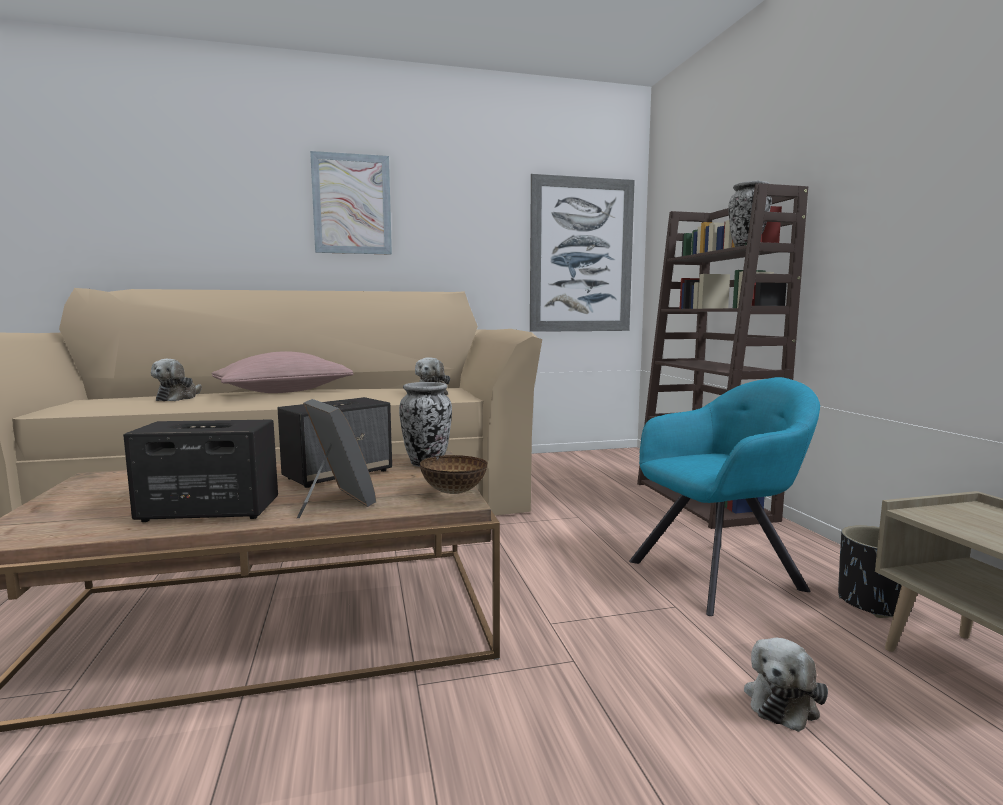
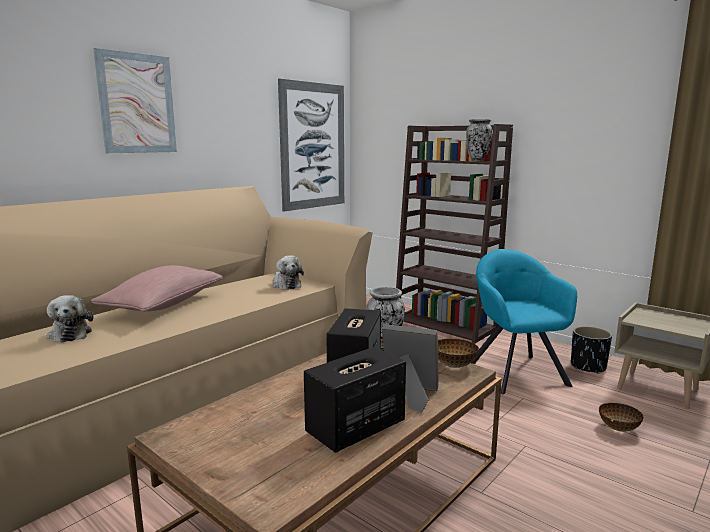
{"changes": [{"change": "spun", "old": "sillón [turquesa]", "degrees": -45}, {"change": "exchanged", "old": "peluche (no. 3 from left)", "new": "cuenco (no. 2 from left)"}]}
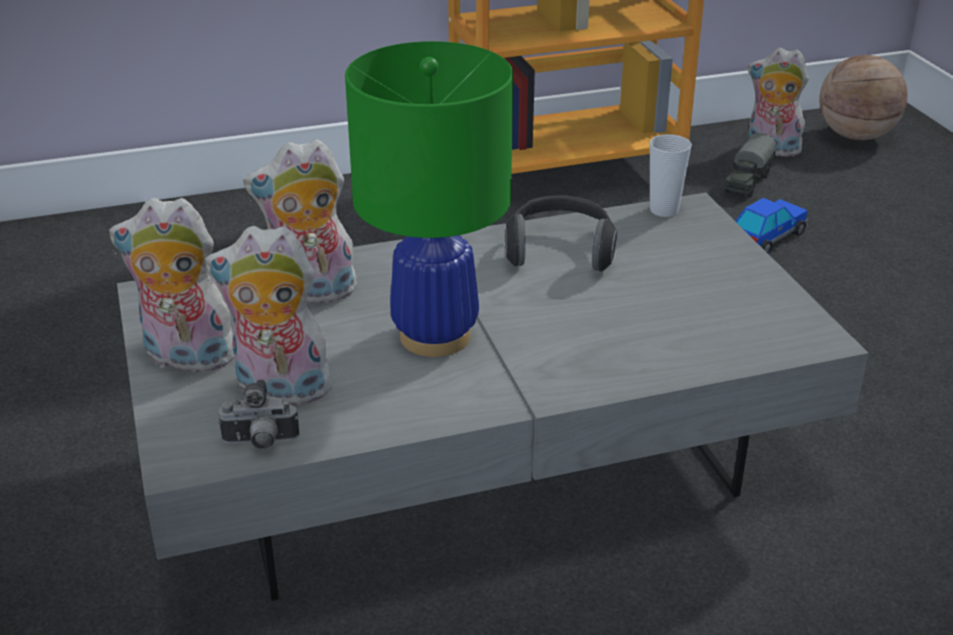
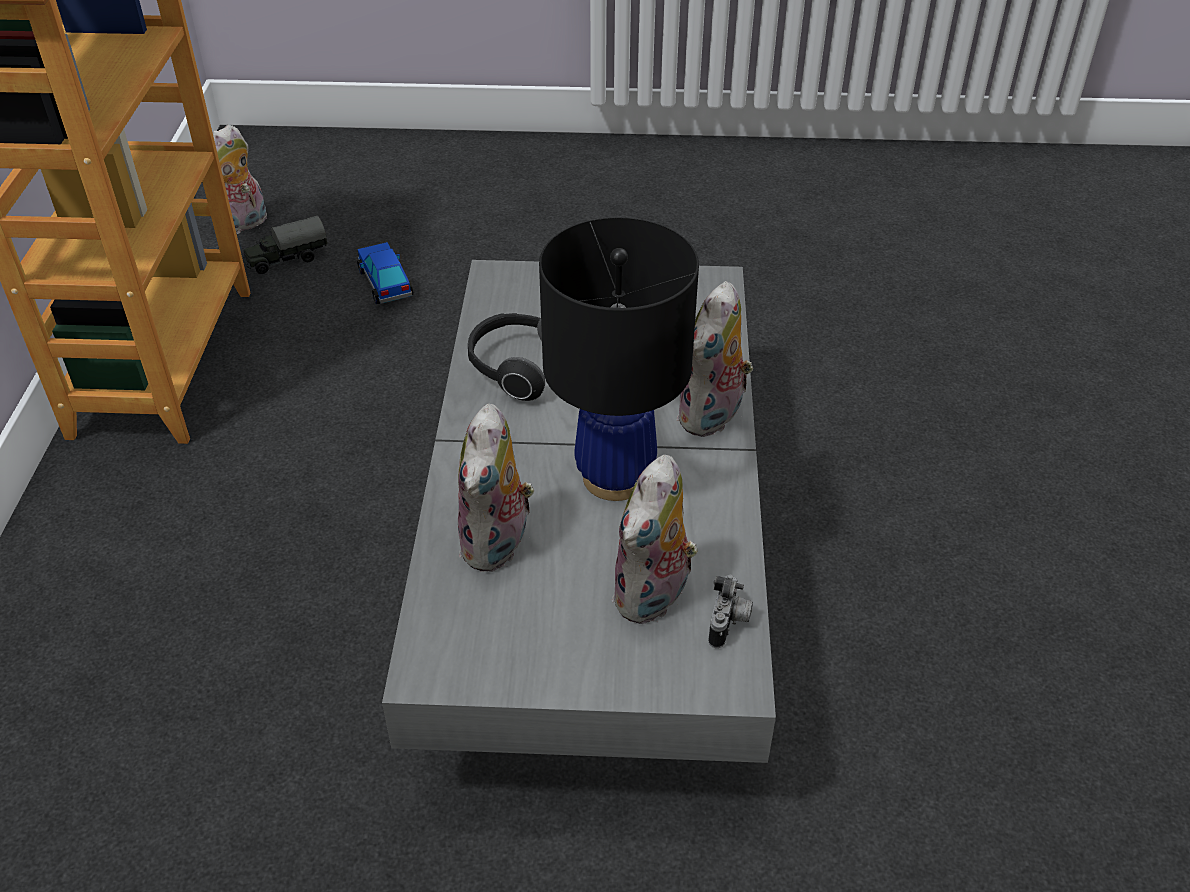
{"changes": [{"change": "spun", "old": "camión de juguete", "degrees": 105}, {"change": "colour", "old": "lámpara de mesa [verde]", "new": "lámpara de mesa [negro]"}, {"change": "relocated", "old": "peluche (no. 1 from left in the first image)", "new": "peluche (no. 4 from left)"}, {"change": "missing", "old": "taza"}, {"change": "missing", "old": "balón de baloncesto"}]}
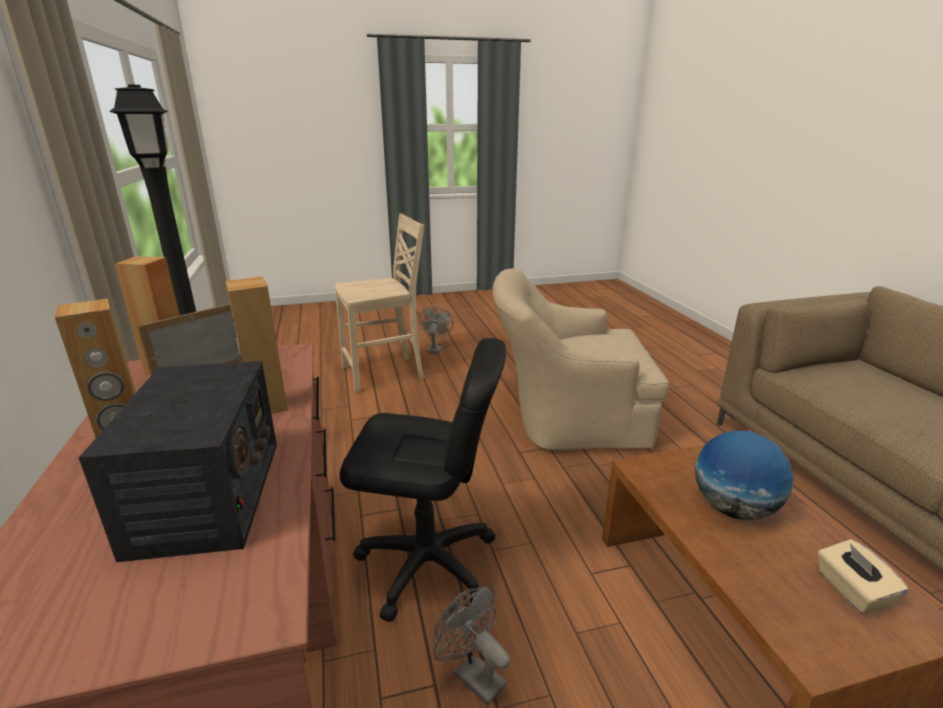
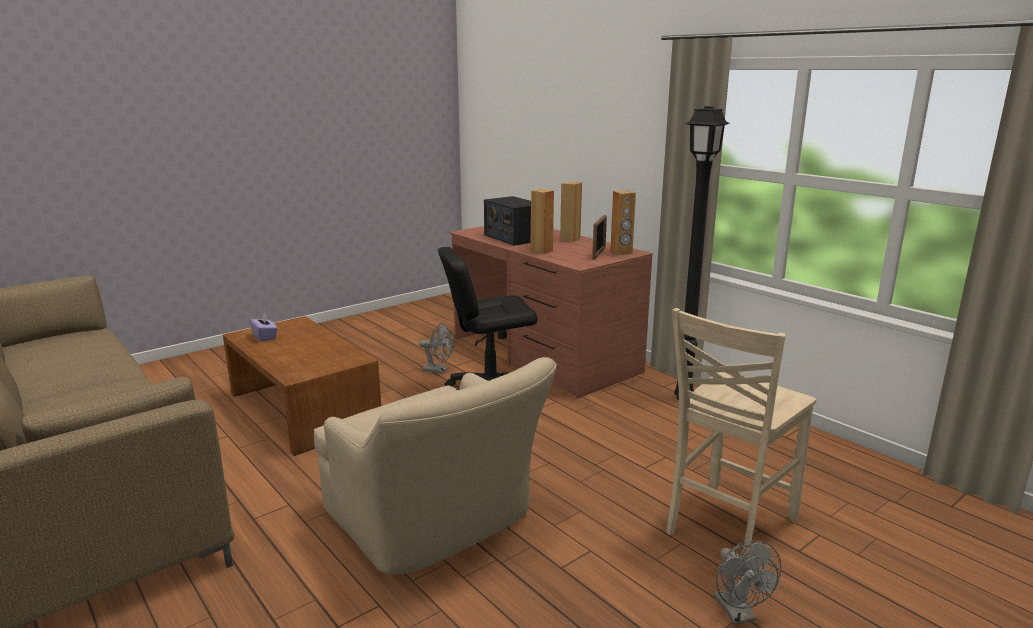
{"changes": [{"change": "colour", "old": "caja de pañuelos [beis]", "new": "caja de pañuelos [morado]"}, {"change": "spun", "old": "sillón [beis]", "degrees": 75}, {"change": "missing", "old": "globo terráqueo"}]}
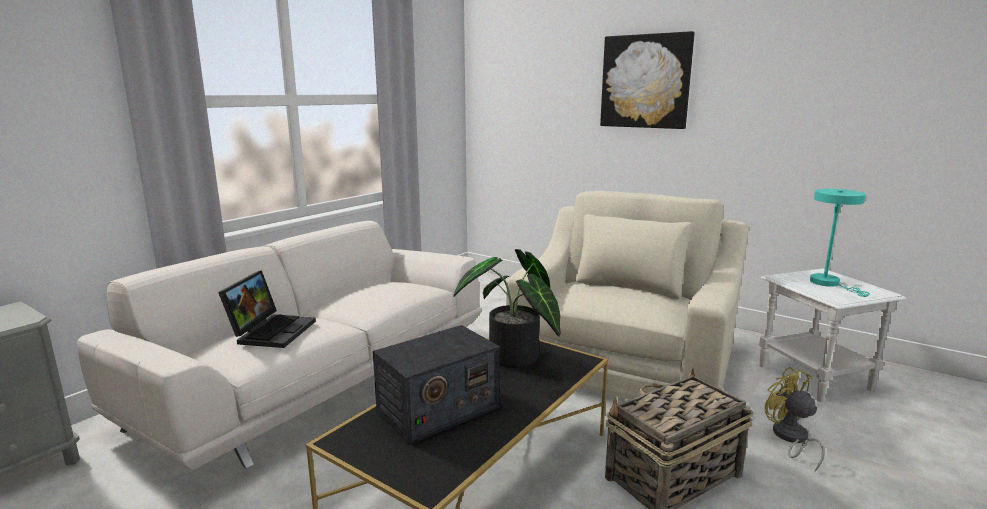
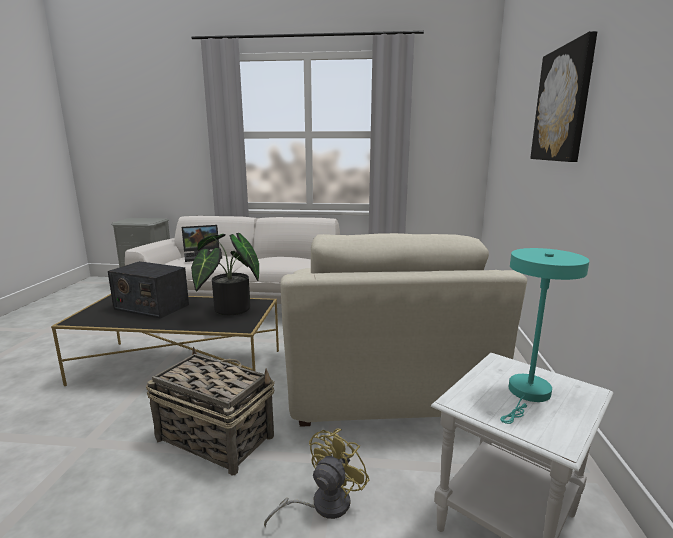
{"changes": [{"change": "spun", "old": "sillón [beis]", "degrees": 90}]}
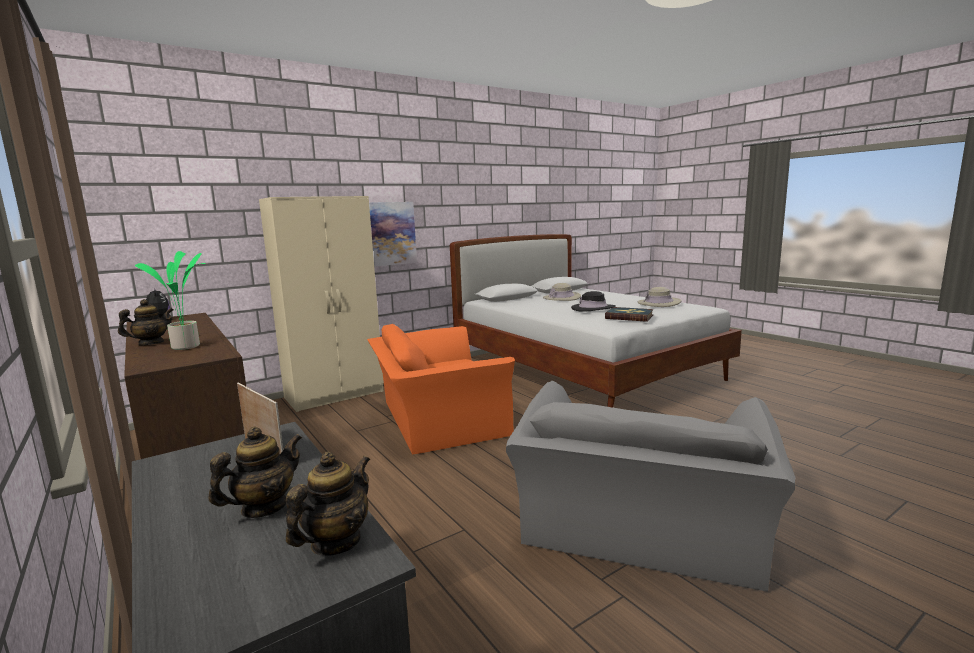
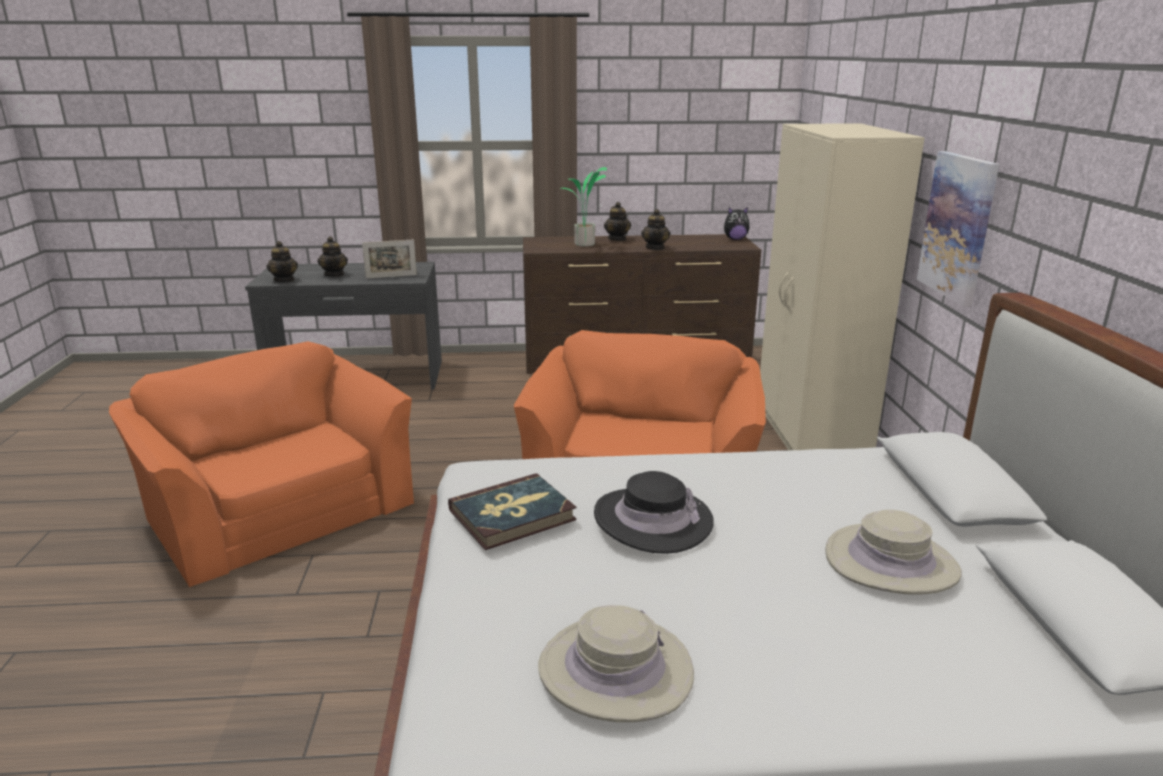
{"changes": [{"change": "colour", "old": "sillón [gris]", "new": "sillón [naranja] (no. 1 from left)"}, {"change": "appeared", "new": "tetera (no. 4 from left)"}]}
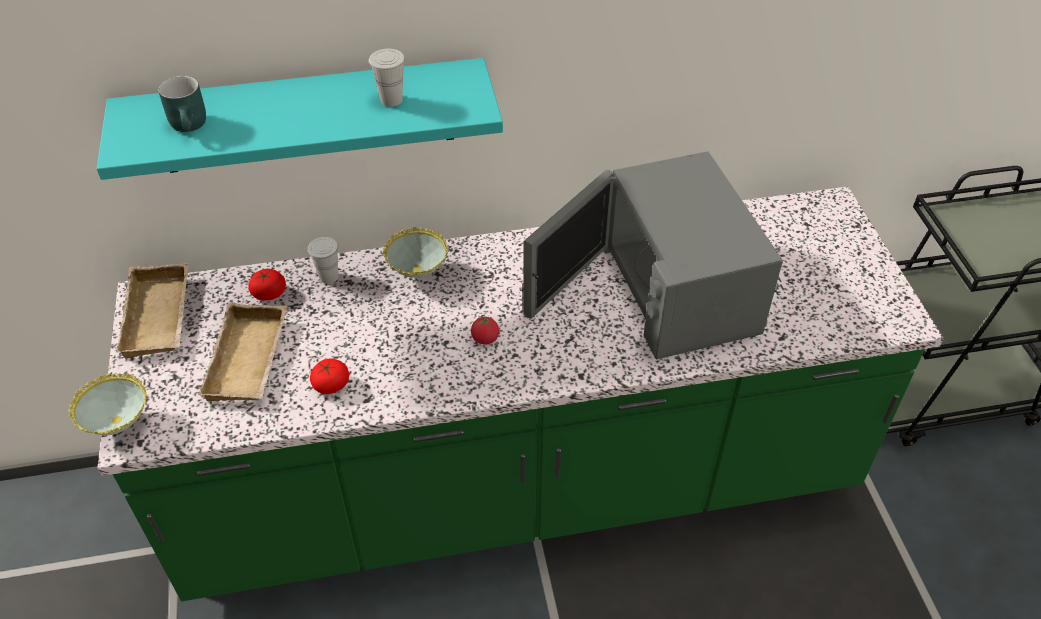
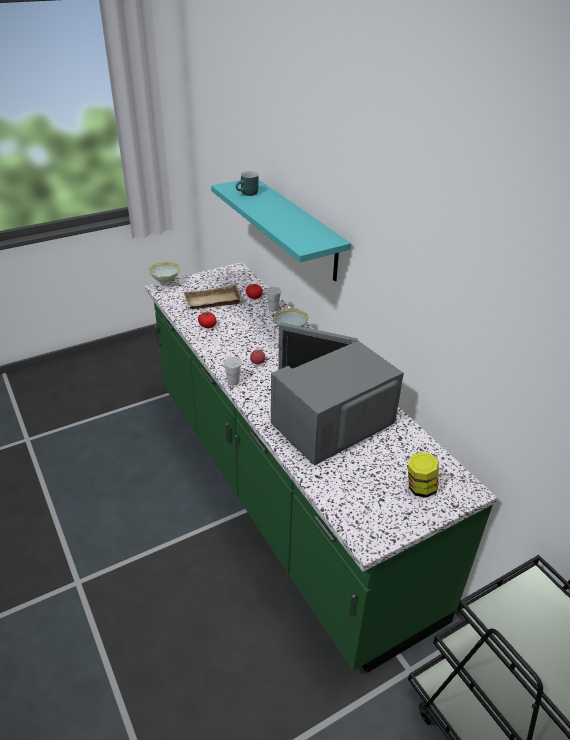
{"changes": [{"change": "relocated", "old": "taza [blanco] (no. 2 from left in the first image)", "new": "taza [blanco] (no. 1 from left)"}, {"change": "appeared", "new": "tarro"}, {"change": "missing", "old": "bandeja [beis] (no. 1 from left)"}]}
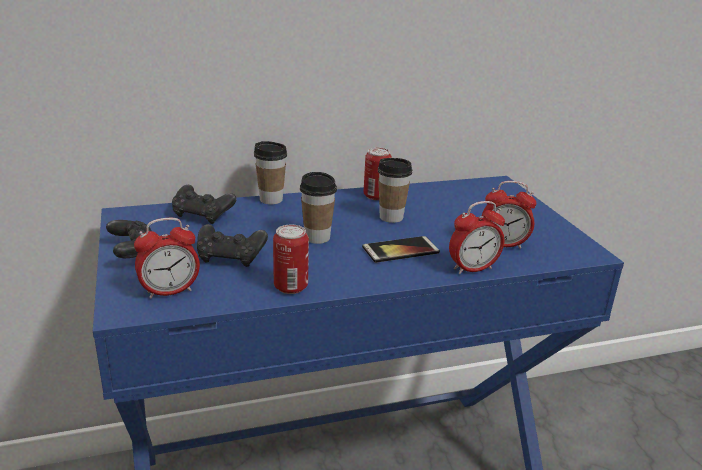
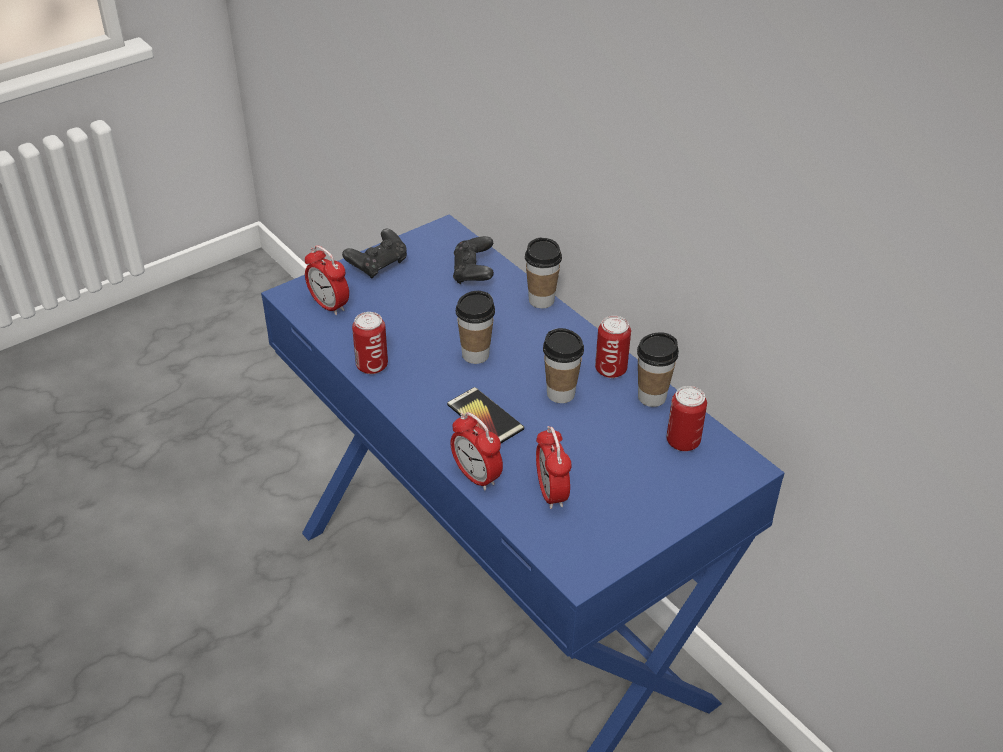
{"changes": [{"change": "appeared", "new": "taza (no. 4 from left)"}, {"change": "appeared", "new": "lata (no. 3 from left)"}, {"change": "missing", "old": "mando de consola [negro] (no. 3 from left)"}]}
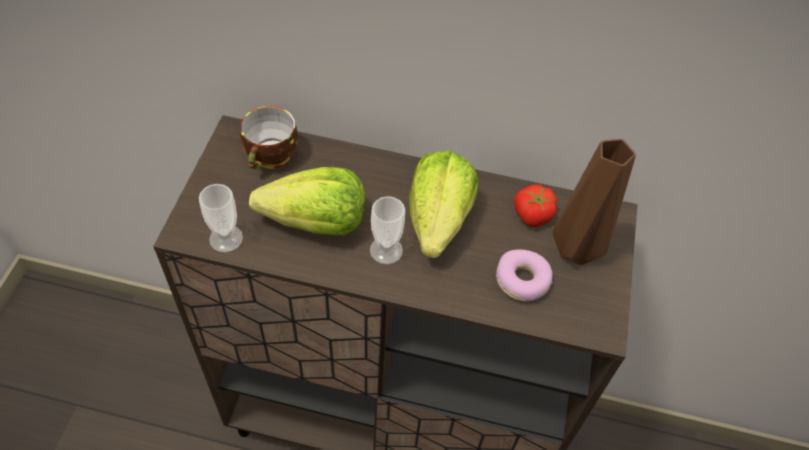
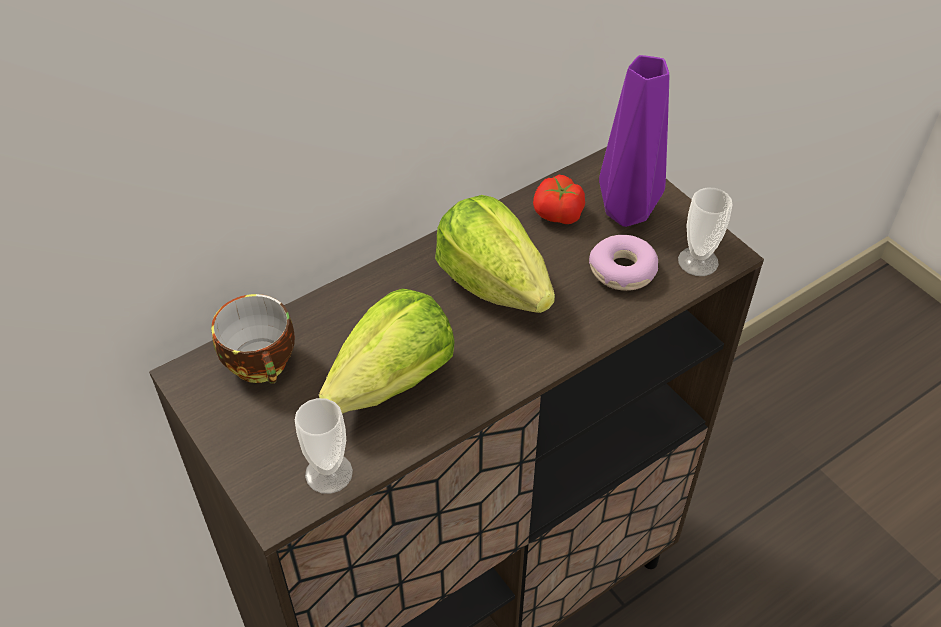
{"changes": [{"change": "colour", "old": "florero [marrón]", "new": "florero [morado]"}, {"change": "relocated", "old": "taza (no. 3 from left)"}]}
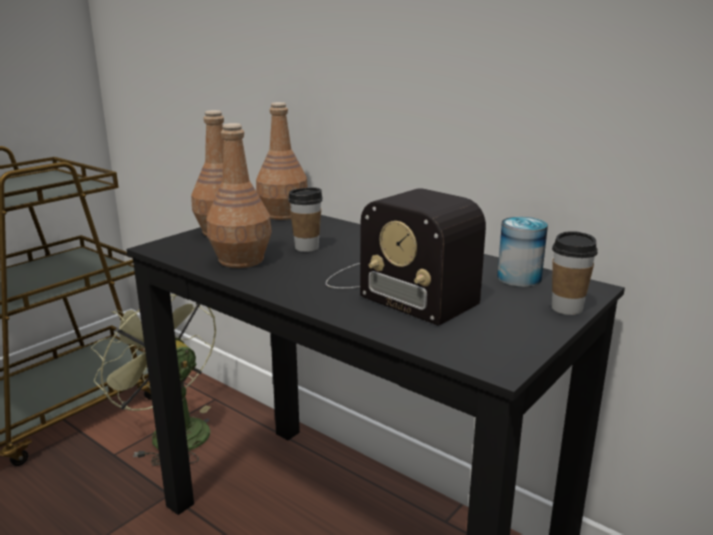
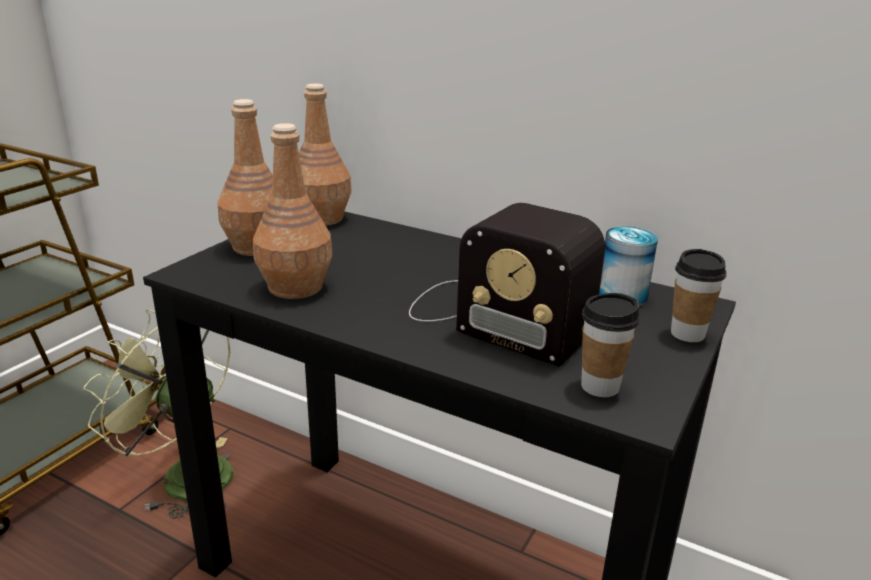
{"changes": [{"change": "relocated", "old": "taza (no. 1 from left)"}]}
